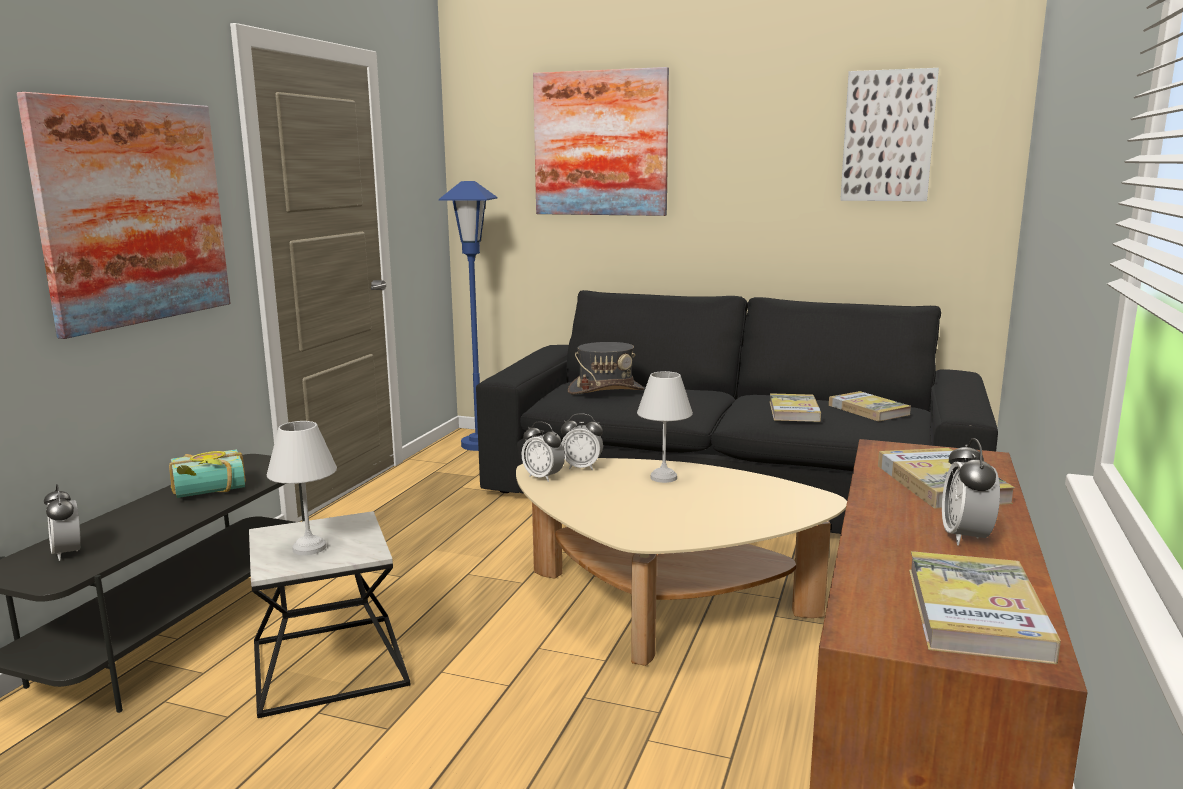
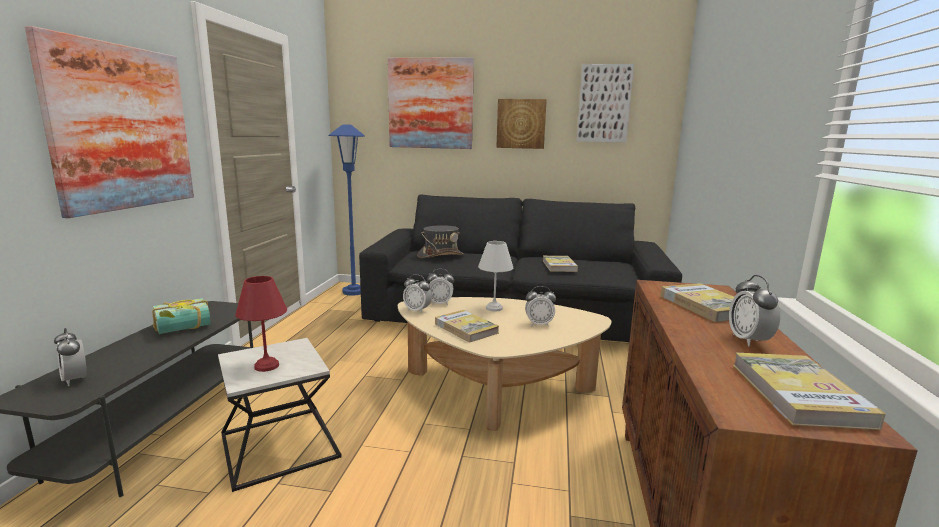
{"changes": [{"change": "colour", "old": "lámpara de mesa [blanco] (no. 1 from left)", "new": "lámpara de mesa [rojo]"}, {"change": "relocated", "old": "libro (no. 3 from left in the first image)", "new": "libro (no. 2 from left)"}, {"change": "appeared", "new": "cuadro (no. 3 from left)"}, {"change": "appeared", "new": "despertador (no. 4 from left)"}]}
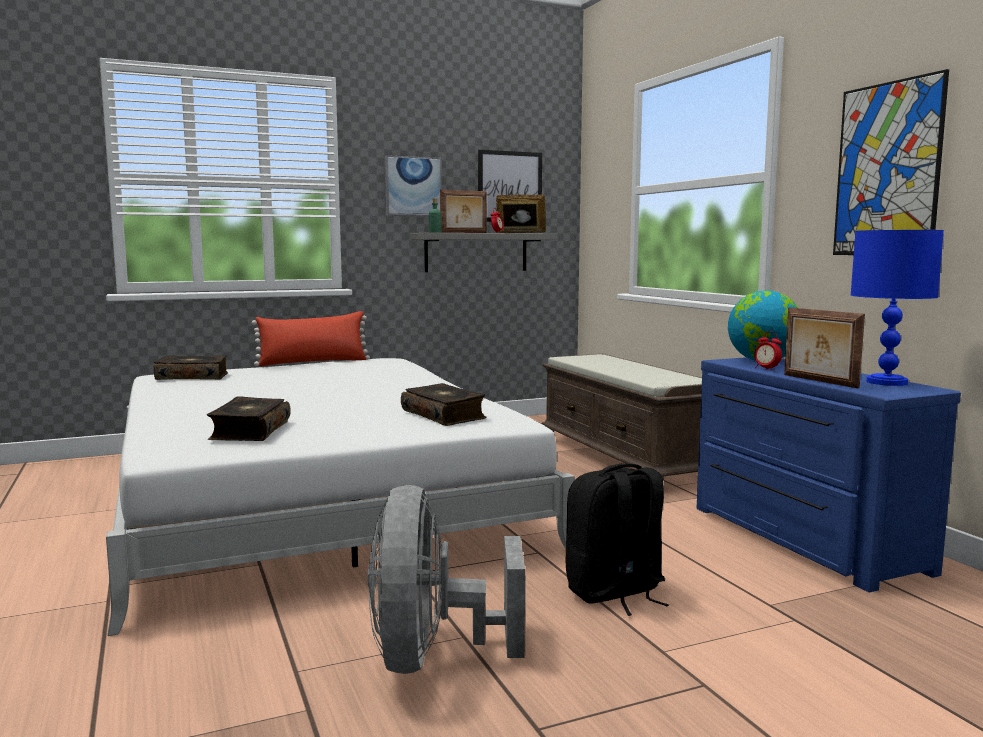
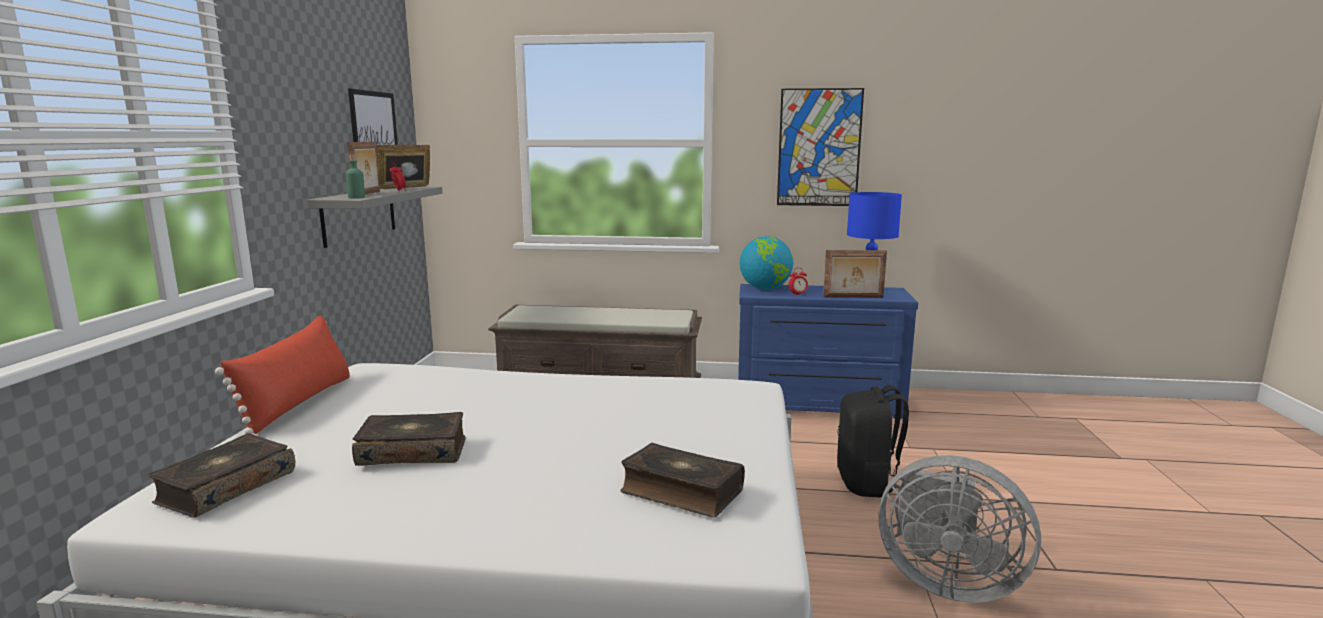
{"changes": [{"change": "relocated", "old": "libro (no. 3 from left in the first image)", "new": "libro (no. 2 from left)"}, {"change": "missing", "old": "cuadro (no. 1 from left)"}]}
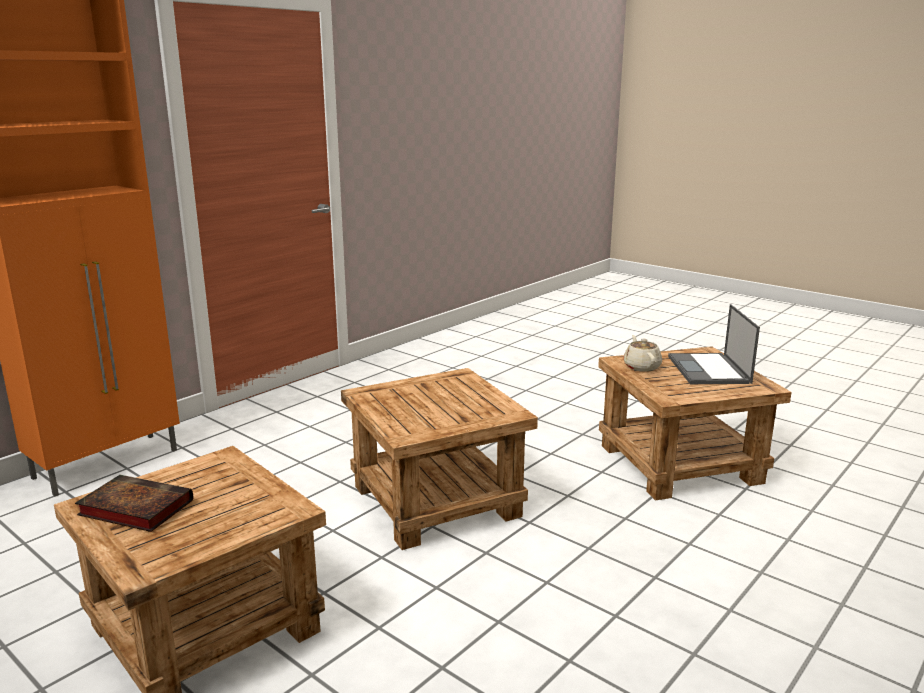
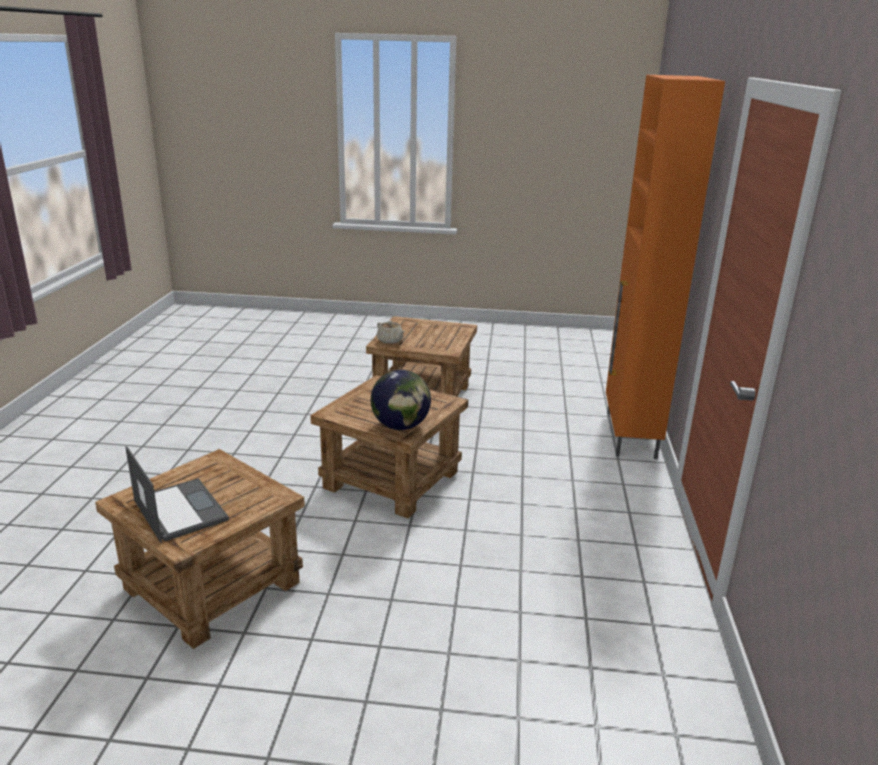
{"changes": [{"change": "appeared", "new": "globo terráqueo"}, {"change": "relocated", "old": "tetera [beis]"}, {"change": "missing", "old": "libro"}]}
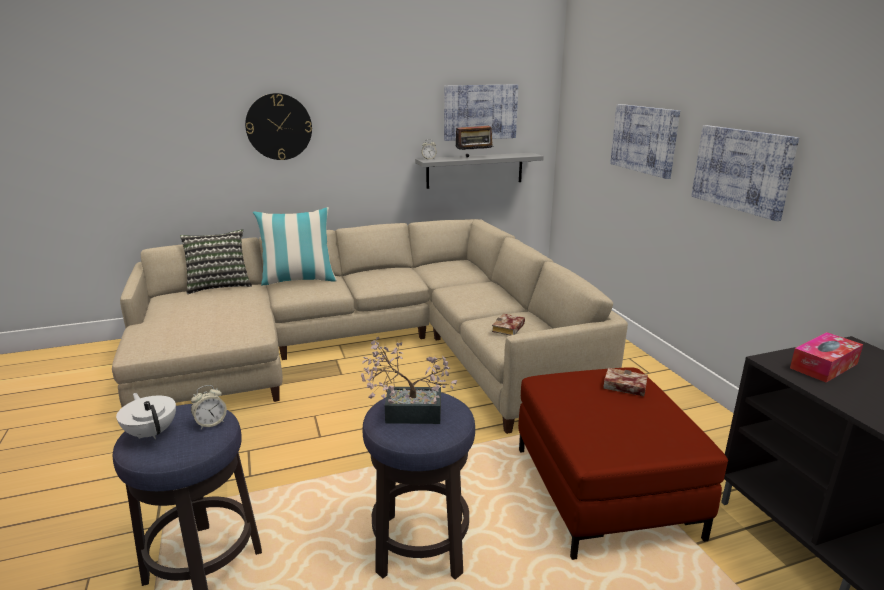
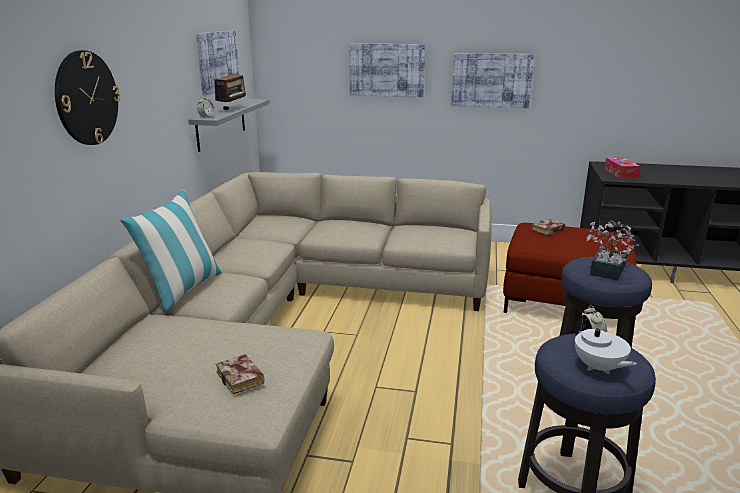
{"changes": [{"change": "relocated", "old": "libro (no. 1 from left)"}, {"change": "spun", "old": "tetera [blanco]", "degrees": -105}, {"change": "missing", "old": "cojín (no. 1 from left)"}]}
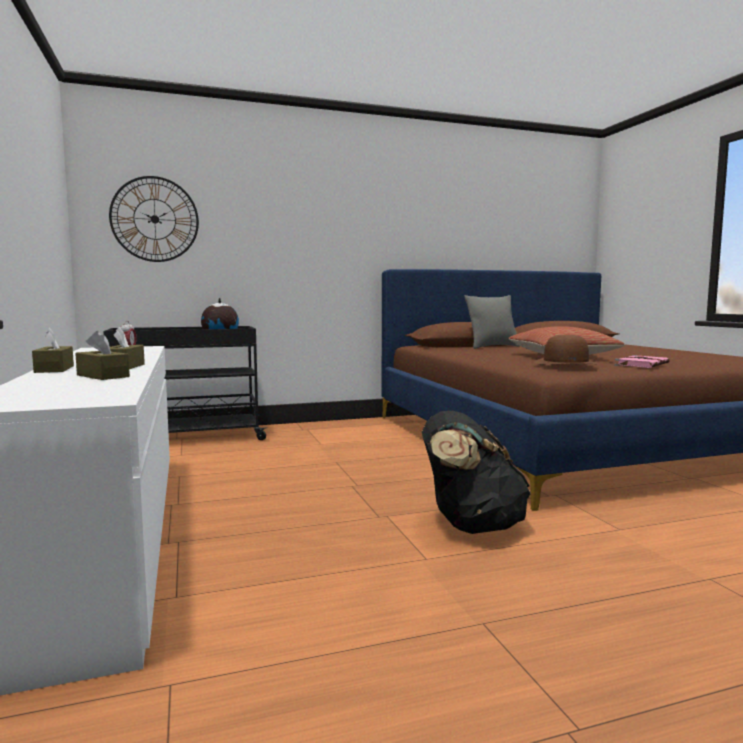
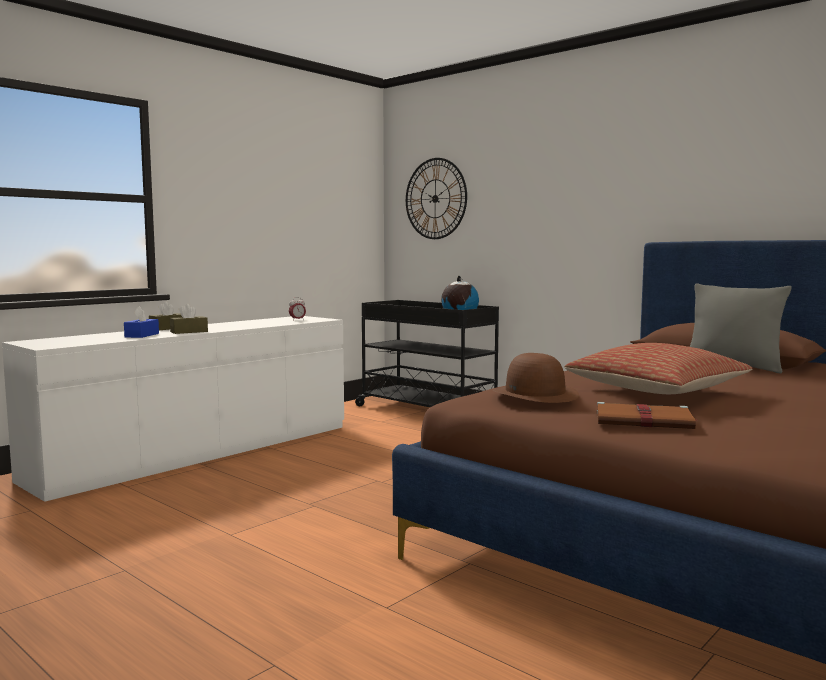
{"changes": [{"change": "colour", "old": "caja de pañuelos [marrón] (no. 2 from left)", "new": "caja de pañuelos [azul]"}, {"change": "colour", "old": "libro [rosa]", "new": "libro [marrón]"}, {"change": "missing", "old": "mochila [negro]"}]}
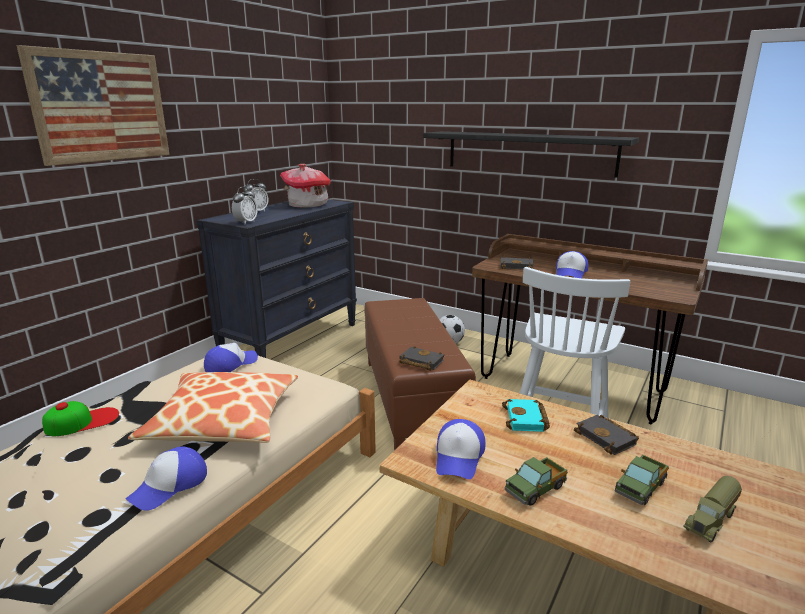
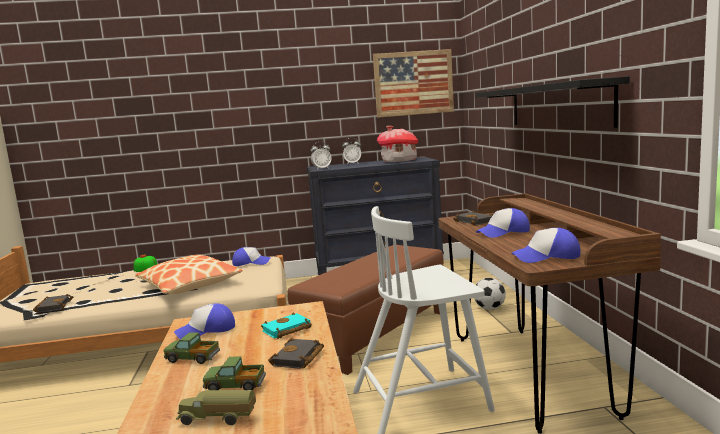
{"changes": [{"change": "relocated", "old": "libro [negro] (no. 1 from left)"}, {"change": "relocated", "old": "cuadro"}, {"change": "relocated", "old": "gorra (no. 2 from left in the first image)", "new": "gorra (no. 5 from left)"}]}
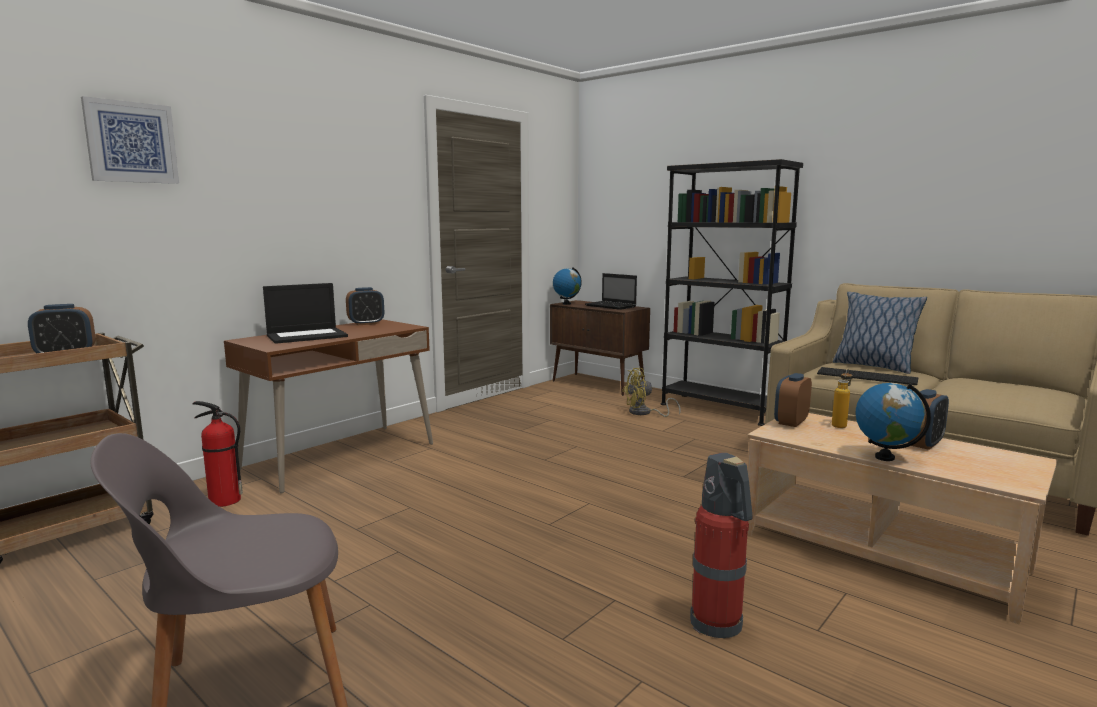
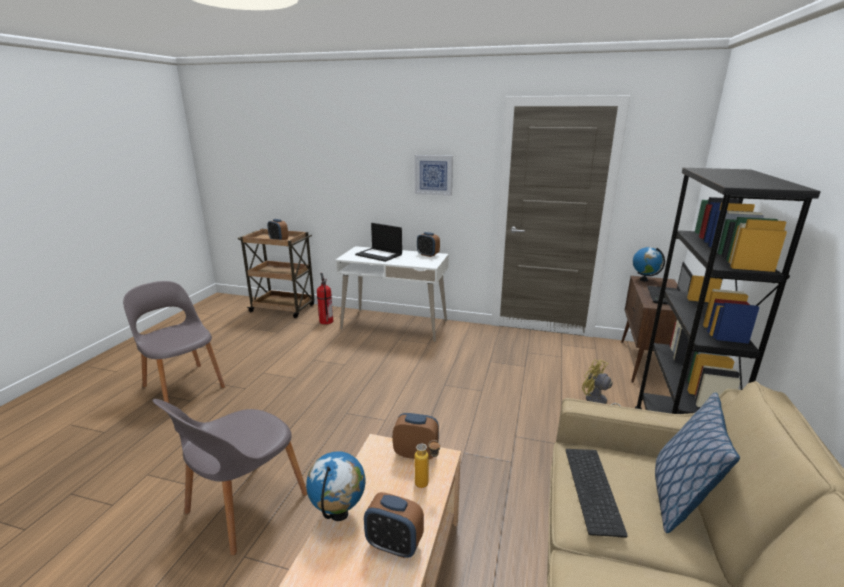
{"changes": [{"change": "exchanged", "old": "extintor (no. 2 from left)", "new": "silla [gris] (no. 2 from left)"}, {"change": "colour", "old": "escritorio [marrón]", "new": "escritorio [blanco]"}, {"change": "relocated", "old": "cuadro"}]}
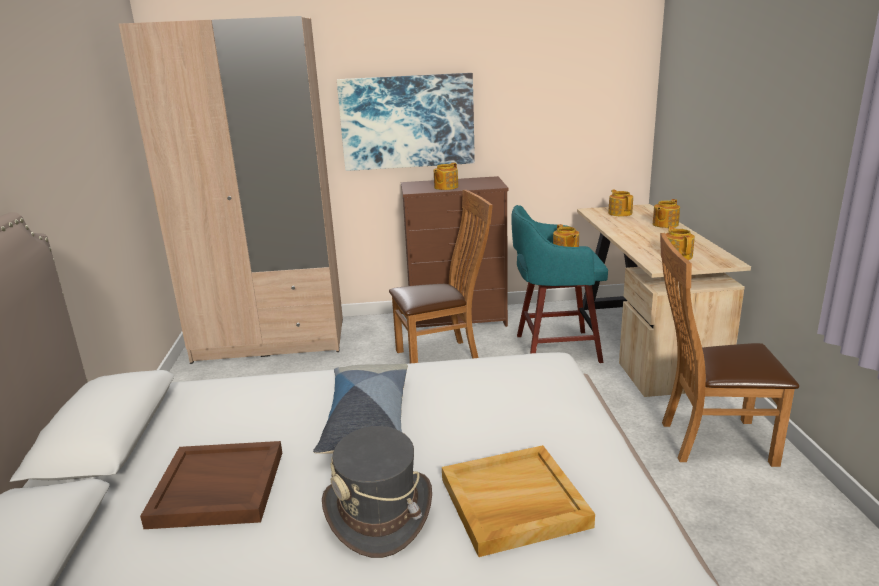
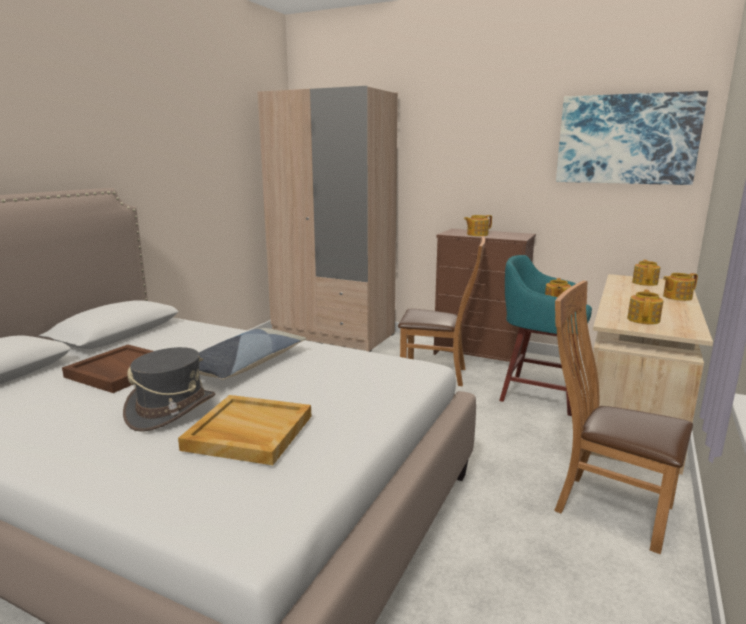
{"changes": [{"change": "relocated", "old": "cuadro"}]}
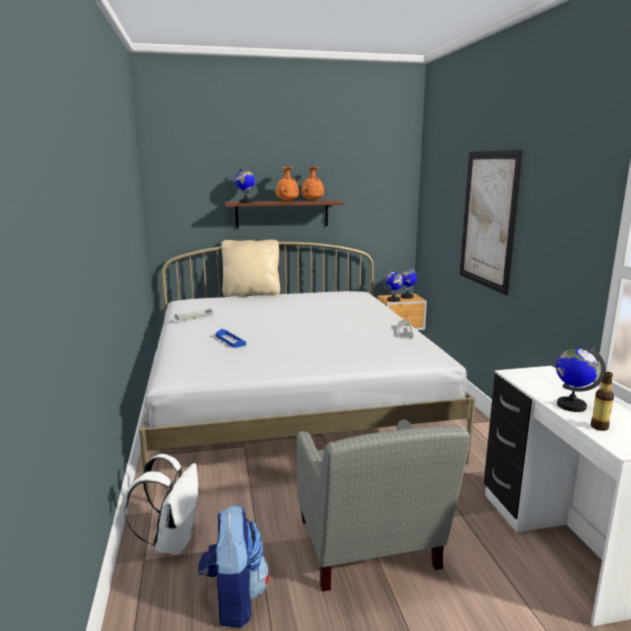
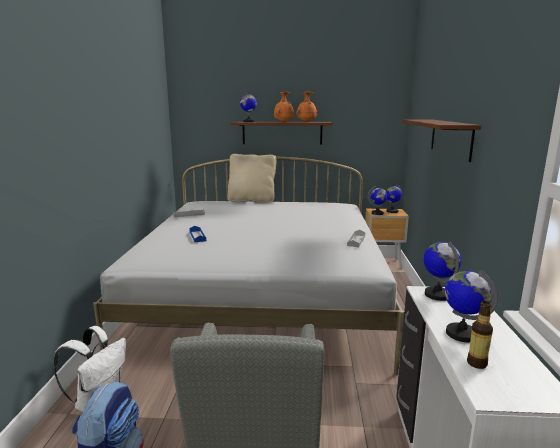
{"changes": [{"change": "exchanged", "old": "cuadro", "new": "estante [marrón] (no. 2 from left)"}, {"change": "appeared", "new": "globo terráqueo (no. 4 from left)"}]}
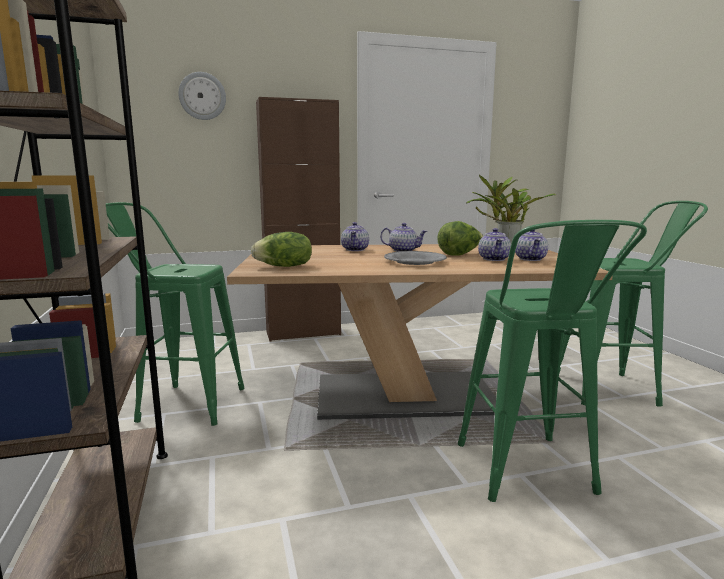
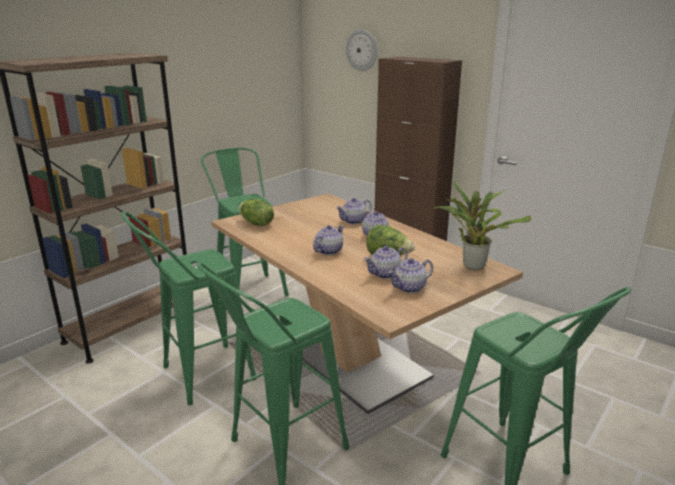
{"changes": [{"change": "appeared", "new": "taburete [verde] (no. 1 from left)"}, {"change": "exchanged", "old": "plato [gris]", "new": "tetera (no. 1 from left)"}]}
